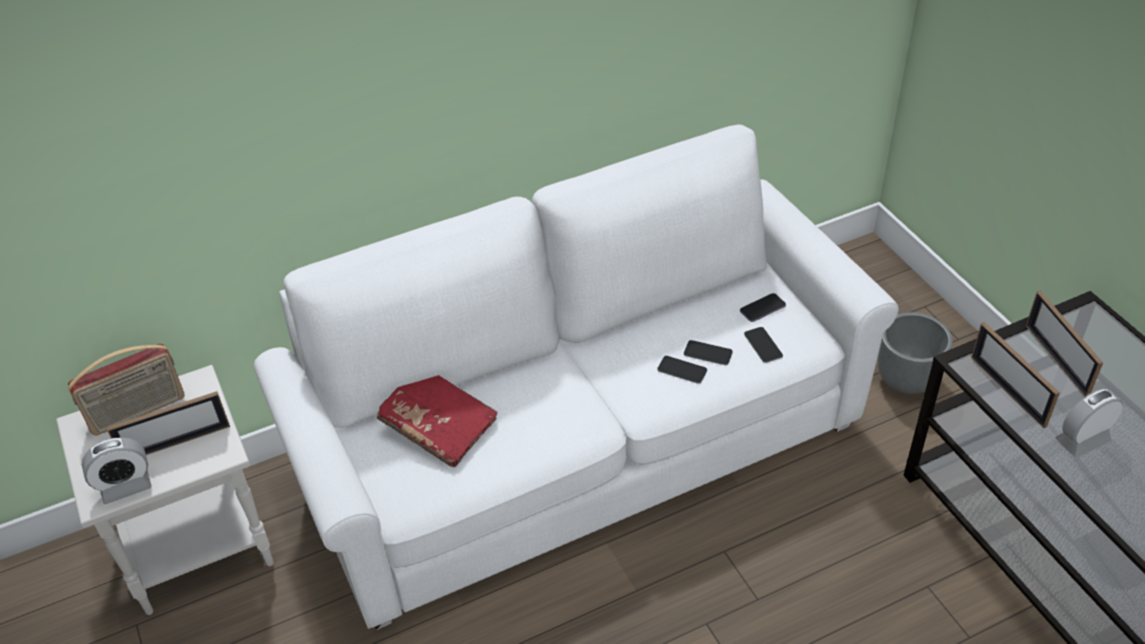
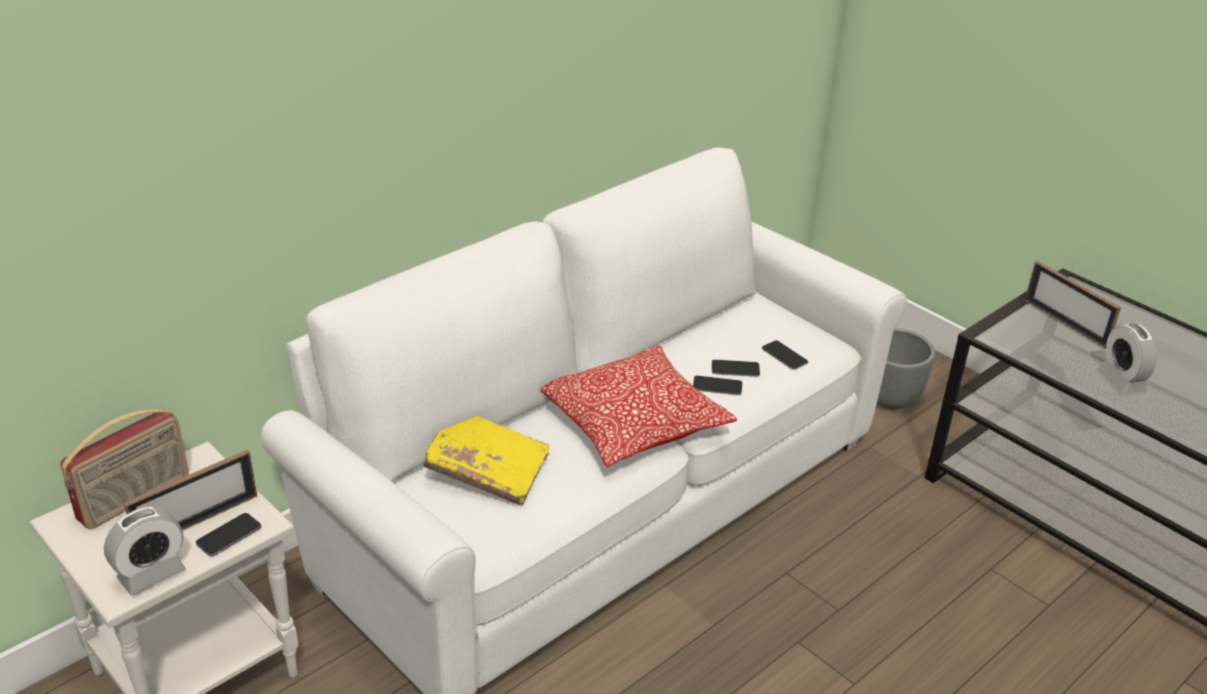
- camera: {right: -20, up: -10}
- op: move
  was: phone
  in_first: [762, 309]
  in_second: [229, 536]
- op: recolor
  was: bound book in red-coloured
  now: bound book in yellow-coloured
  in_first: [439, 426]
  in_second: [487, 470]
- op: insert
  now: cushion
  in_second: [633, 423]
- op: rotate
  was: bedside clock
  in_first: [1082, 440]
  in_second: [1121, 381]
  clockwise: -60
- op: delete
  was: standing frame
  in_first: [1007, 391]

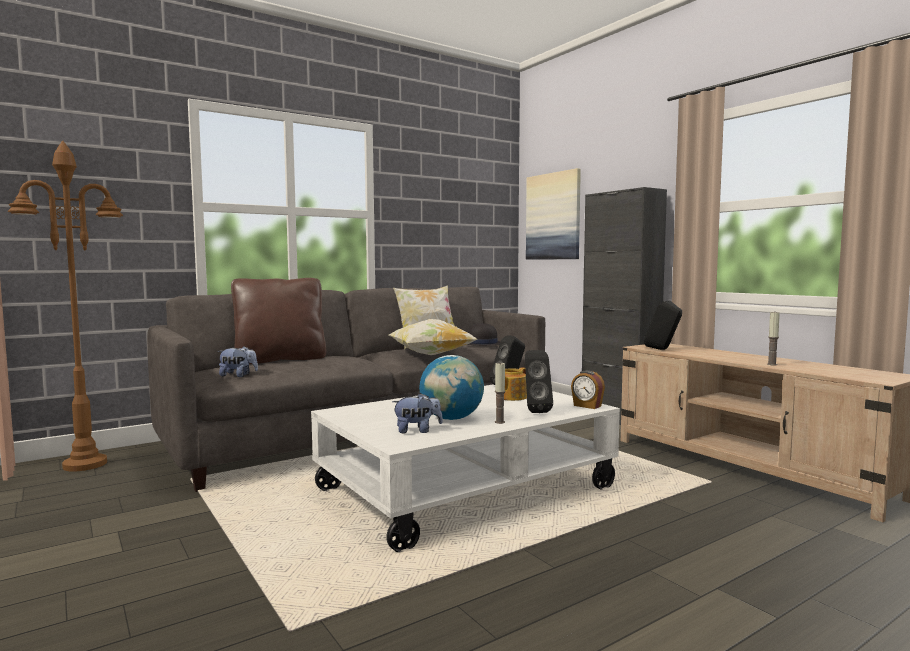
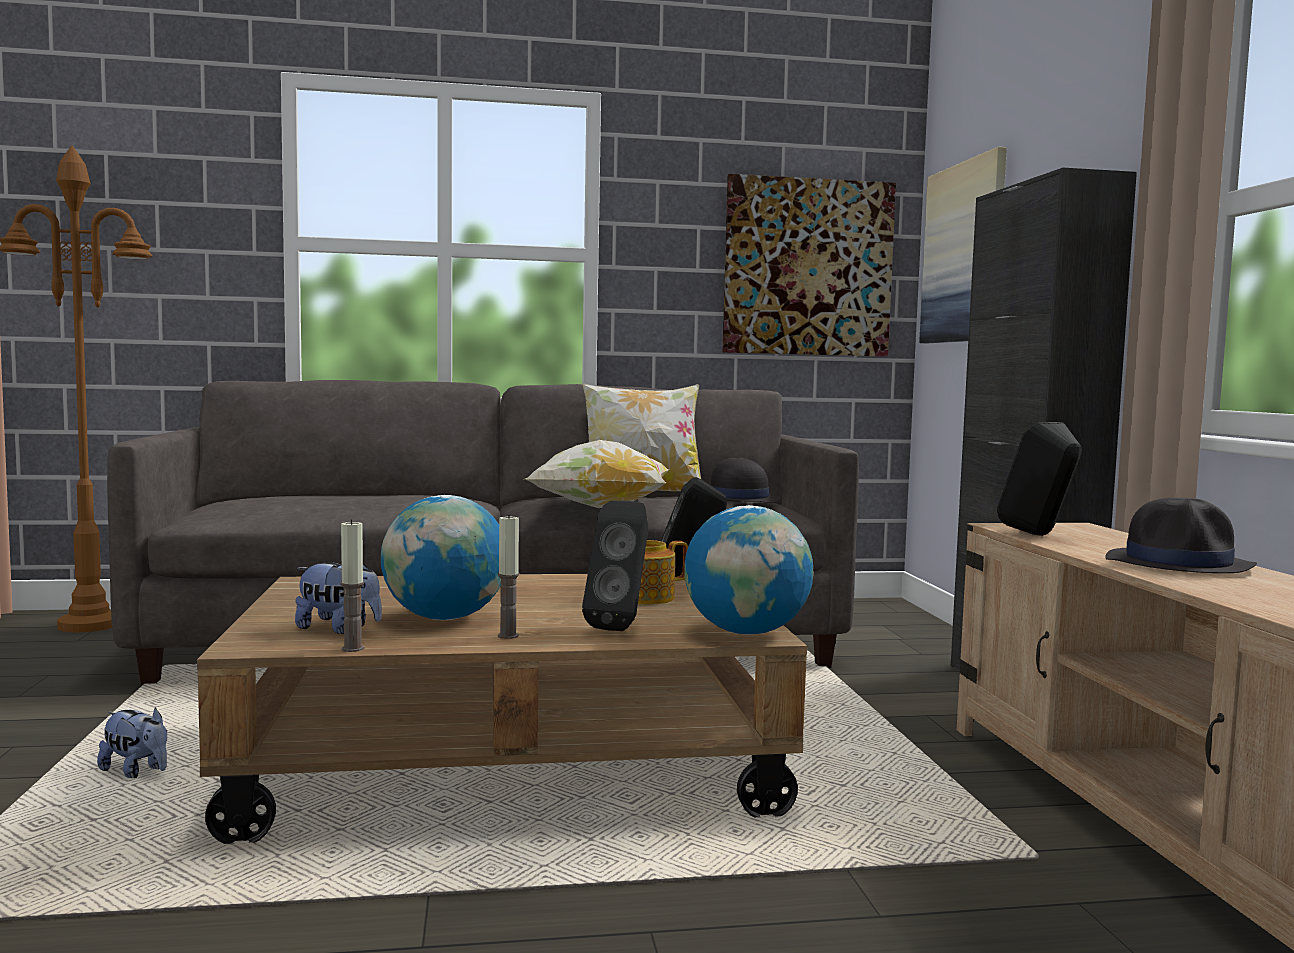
- camera: {right: 25, up: 0}
- op: move
  was: soft toy
  in_first: [238, 376]
  in_second: [137, 772]
- op: recolor
  was: low table in white
  now: low table in brownish
  in_first: [465, 489]
  in_second: [511, 761]
- op: move
  was: wax candle
  in_first: [772, 364]
  in_second: [352, 648]
- op: replace
  was: bedside clock
  now: globe
  in_first: [587, 406]
  in_second: [746, 632]
- op: insert
  now: wall picture
  in_second: [808, 267]
- op: insert
  now: hat in black
  in_second: [1179, 564]
- op: delete
  was: cushion in brownish
  in_first: [280, 360]

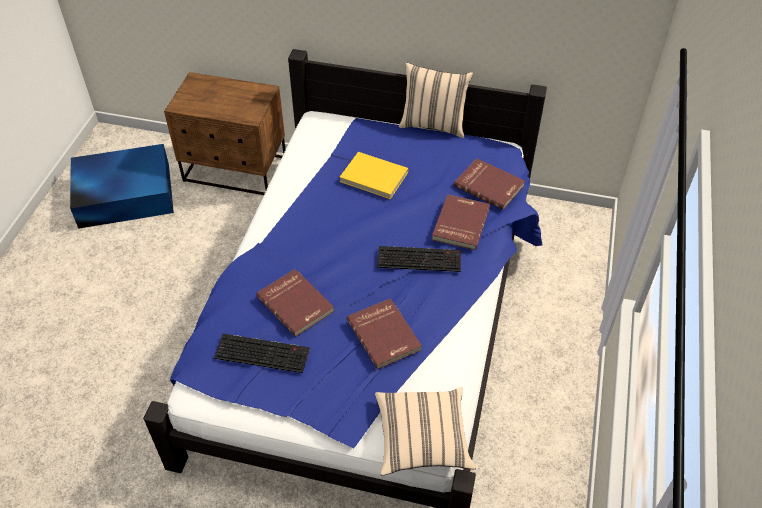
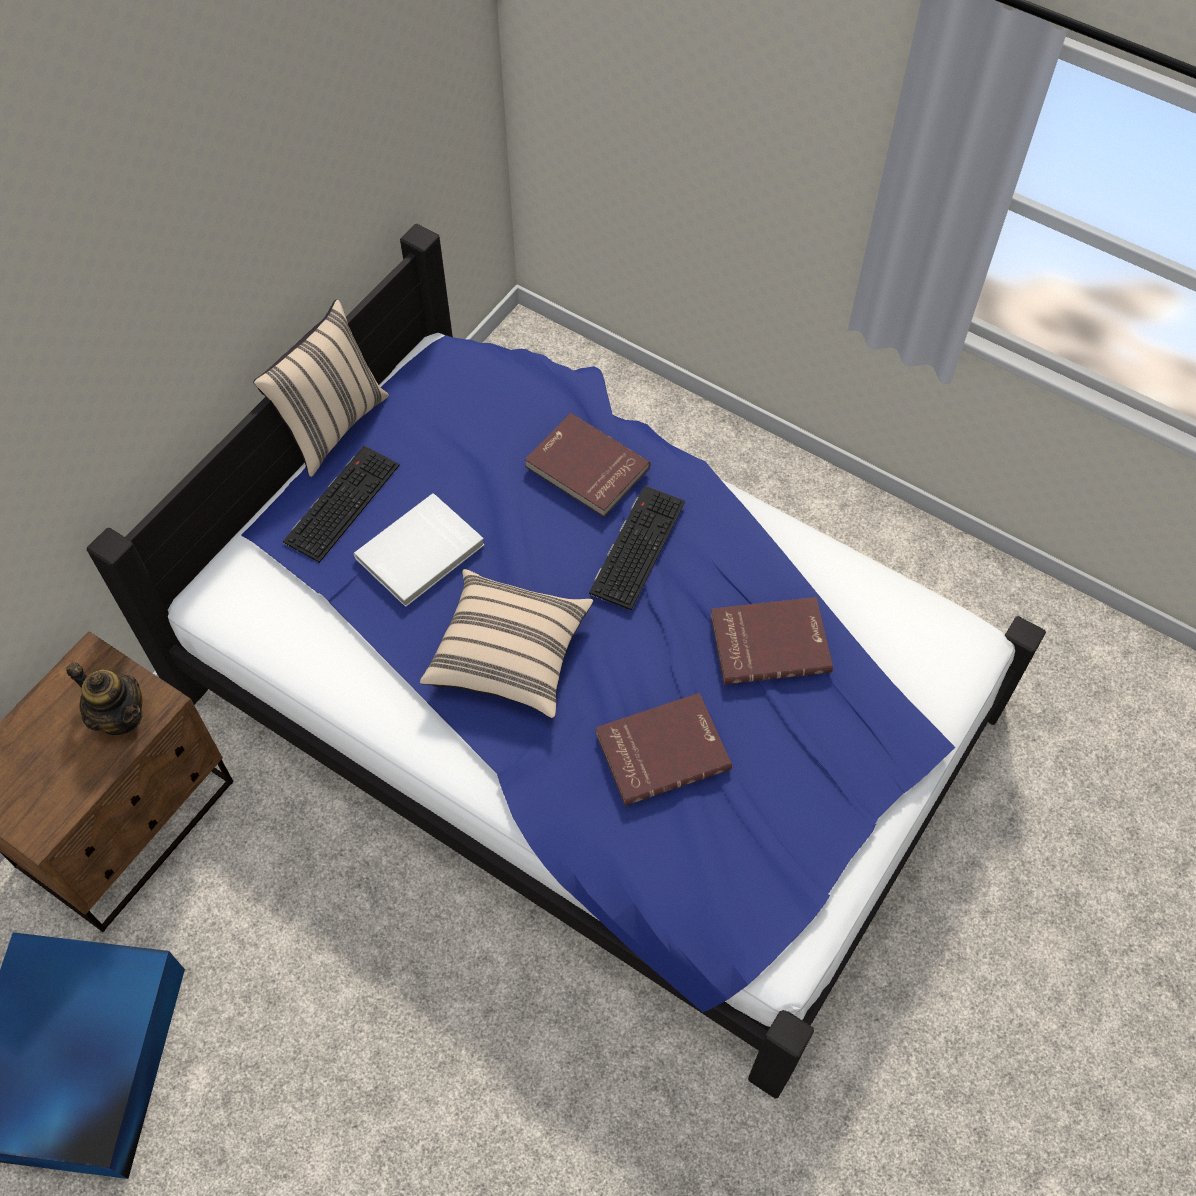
- camera: {right: -70, up: 10}
- op: insert
  now: tea pot
  in_second: [120, 716]
- op: move
  was: keyboard
  in_first: [263, 352]
  in_second: [341, 501]
- op: recolor
  was: bound book in yellow-coloured
  now: bound book in white
  in_first: [373, 178]
  in_second: [421, 553]
- op: move
  was: cushion in beige
  in_first: [422, 439]
  in_second: [509, 655]
- op: delete
  was: bound book in red-coloured
  in_first: [489, 185]

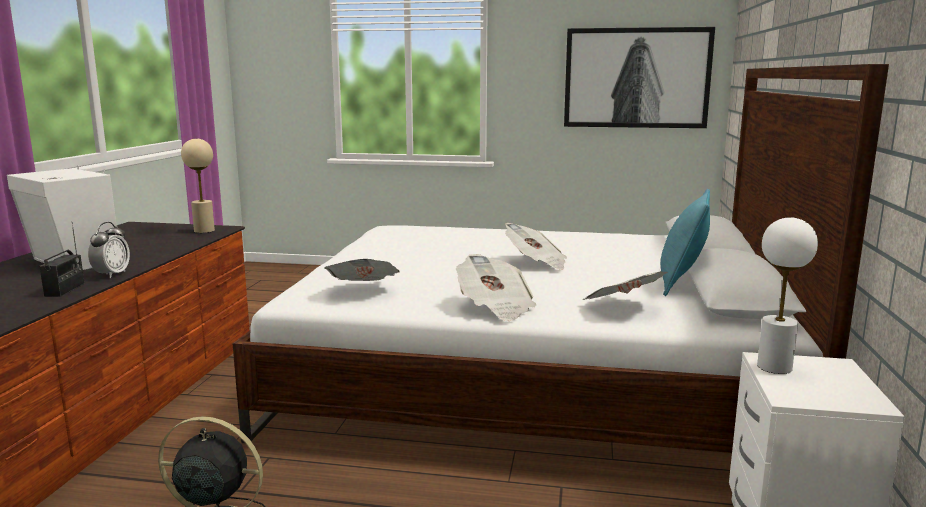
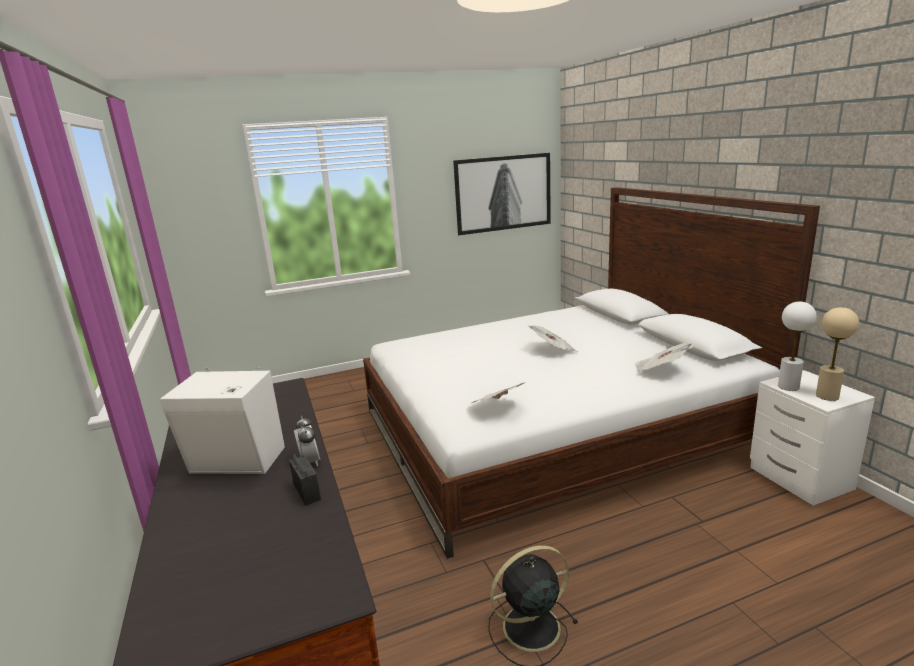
- camera: {right: -30, up: 5}
- op: move
  was: table lamp in beige
  in_first: [204, 231]
  in_second: [827, 396]
- op: delete
  was: printed paper
  in_first: [495, 308]
- op: delete
  was: cushion in turquoise
  in_first: [681, 283]

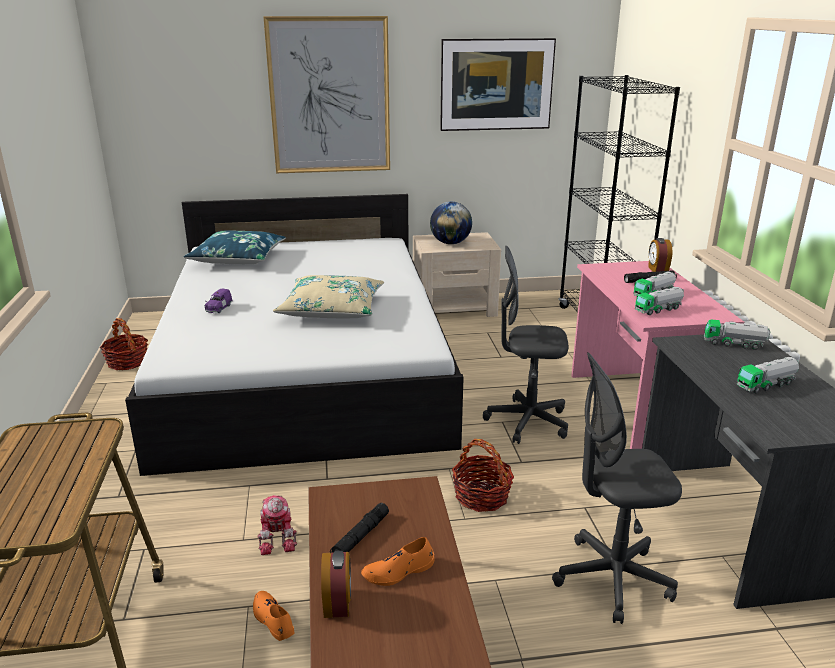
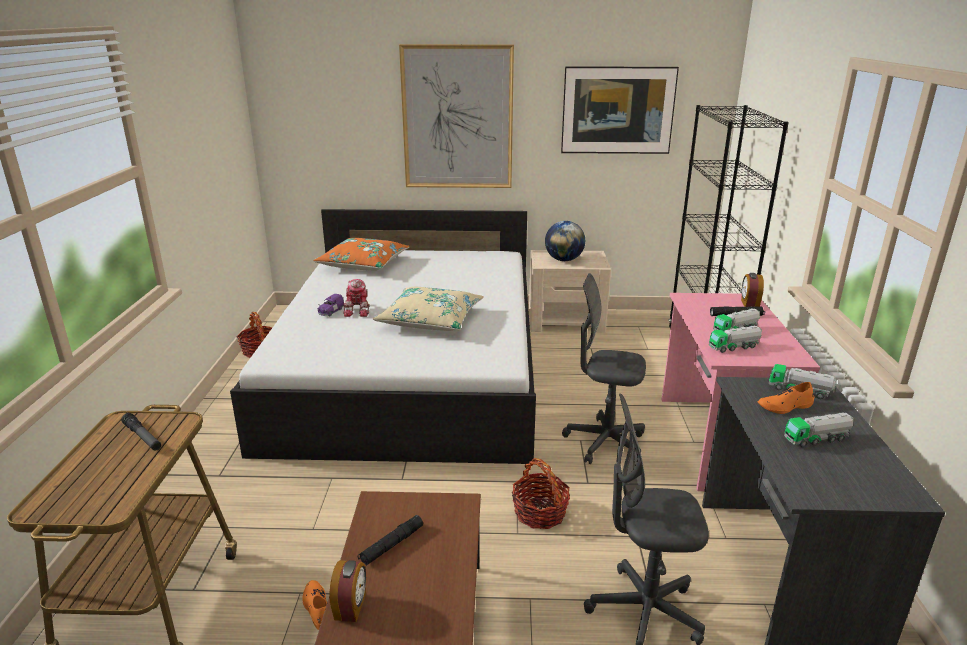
- camera: {right: 10, up: 0}
- op: insert
  now: hand torch
  in_second: [143, 437]
- op: recolor
  was: cushion in blue
  now: cushion in orangey
  in_first: [238, 258]
  in_second: [363, 264]
- op: move
  was: toy robot
  in_first: [279, 537]
  in_second: [359, 310]
- op: move
  was: low shoe in orangey
  in_first: [398, 571]
  in_second: [785, 406]

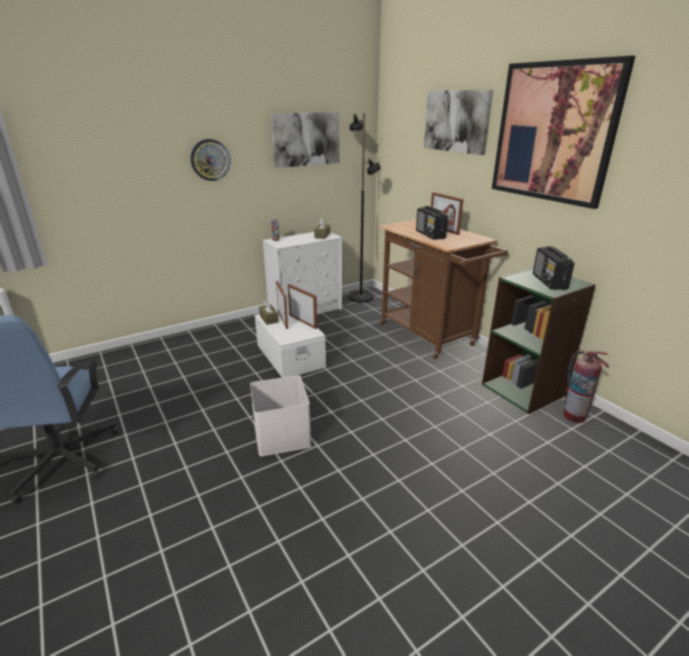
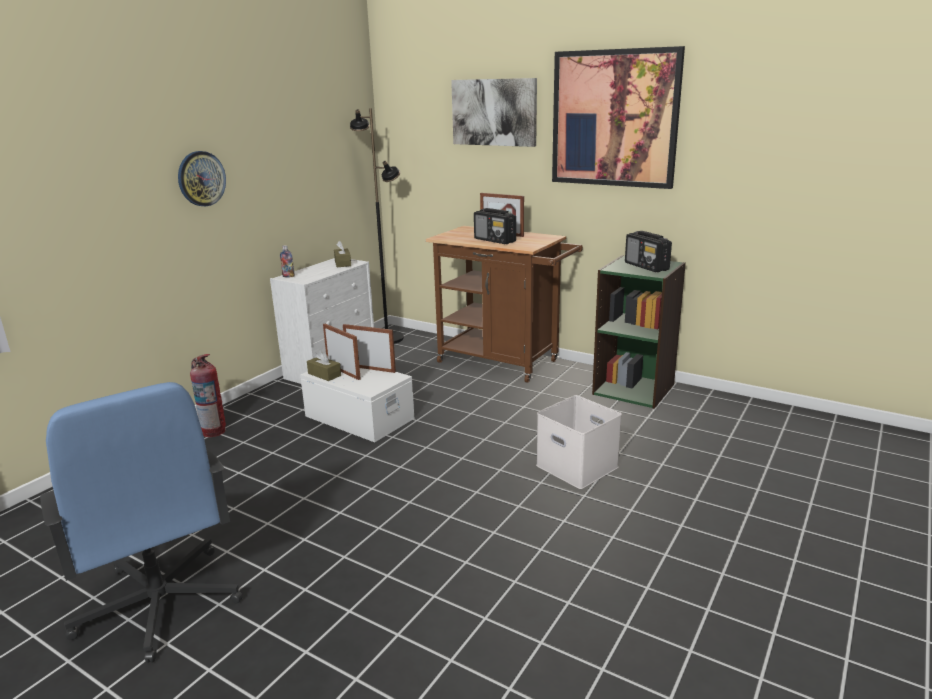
- camera: {right: -25, up: -5}
- op: move
  was: fire-fighting cylinder
  in_first: [574, 415]
  in_second: [214, 431]
- op: move
  was: storage container in white
  in_first: [283, 435]
  in_second: [579, 466]
- op: delete
  was: wall picture
  in_first: [305, 139]

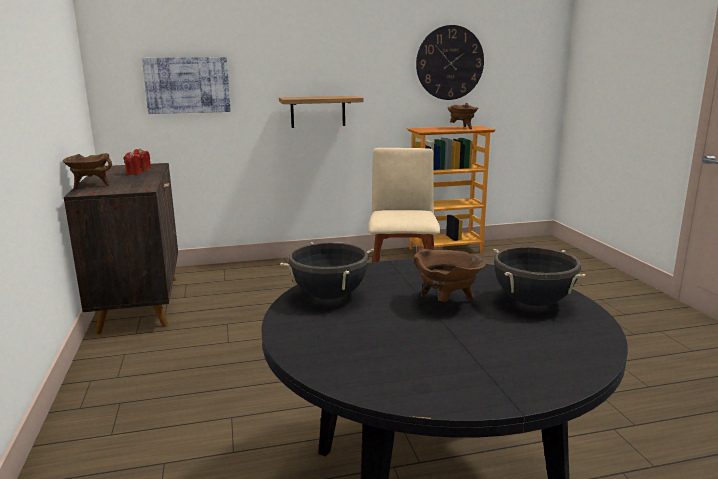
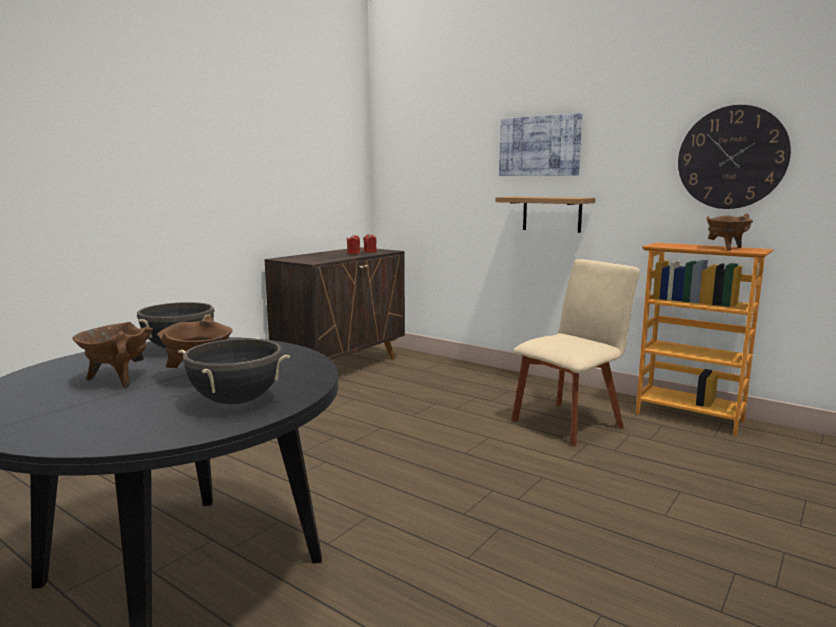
- camera: {right: 50, up: -5}
- op: move
  was: stockpot in brownish
  in_first: [90, 186]
  in_second: [118, 379]
- op: move
  was: wall picture
  in_first: [187, 85]
  in_second: [539, 146]

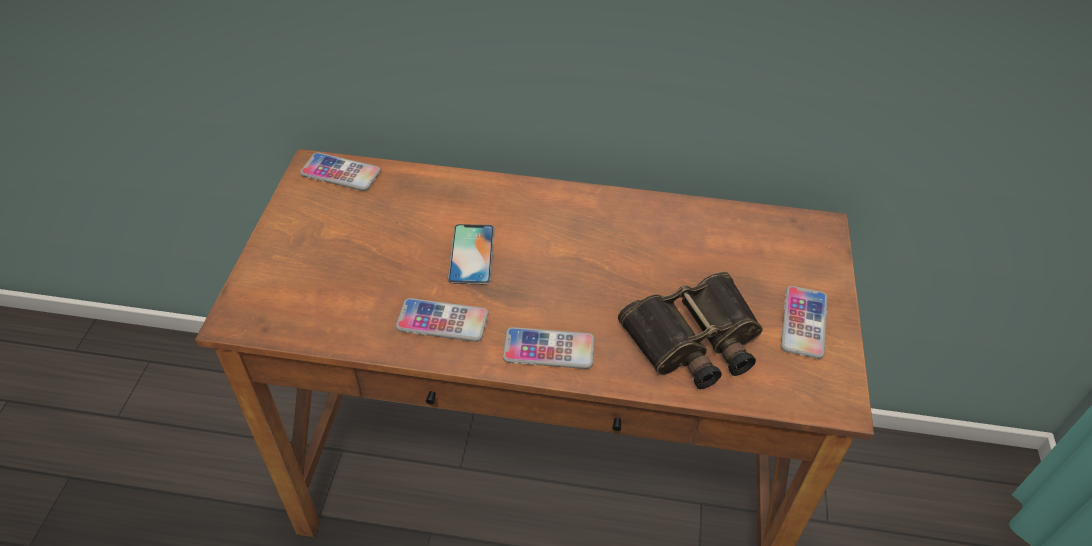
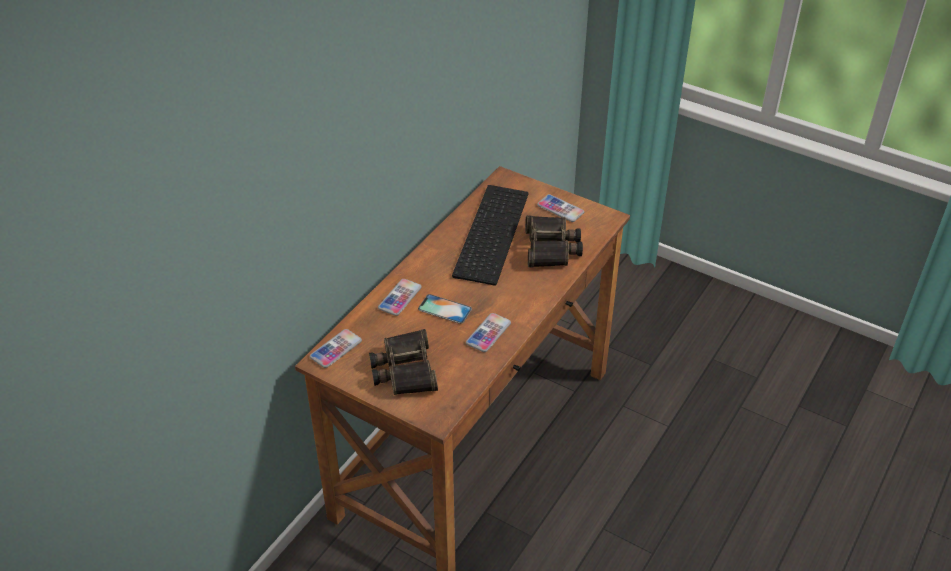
- camera: {right: -65, up: -5}
- op: insert
  now: binoculars
  in_second: [403, 369]
- op: move
  was: phone
  in_first: [548, 349]
  in_second: [400, 298]
- op: insert
  now: keyboard
  in_second: [489, 232]

